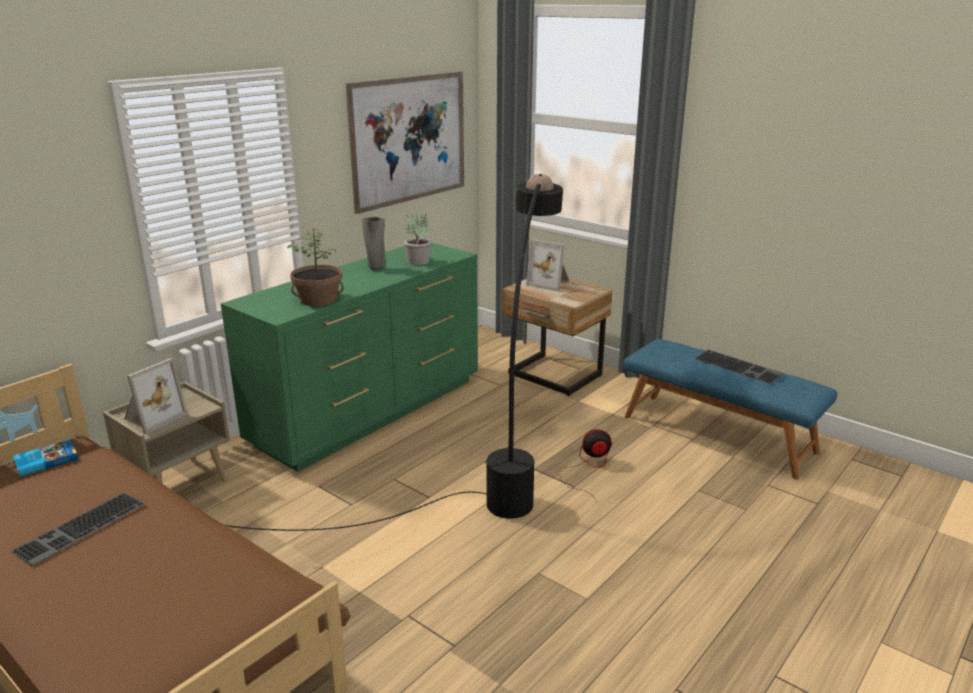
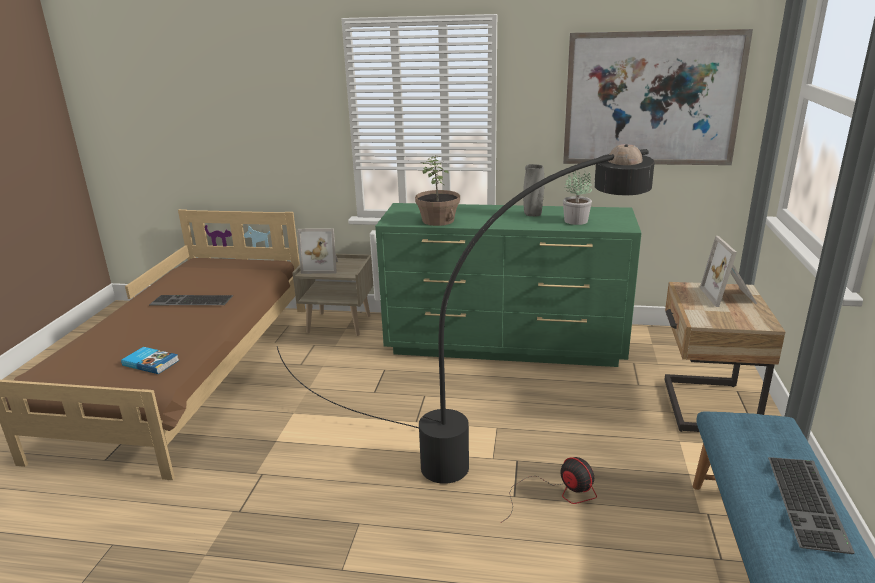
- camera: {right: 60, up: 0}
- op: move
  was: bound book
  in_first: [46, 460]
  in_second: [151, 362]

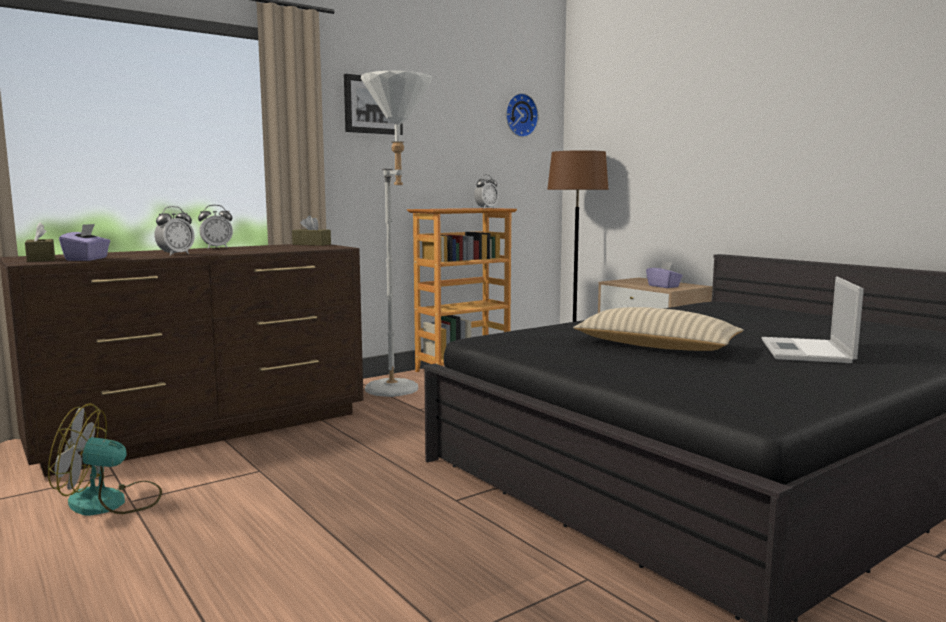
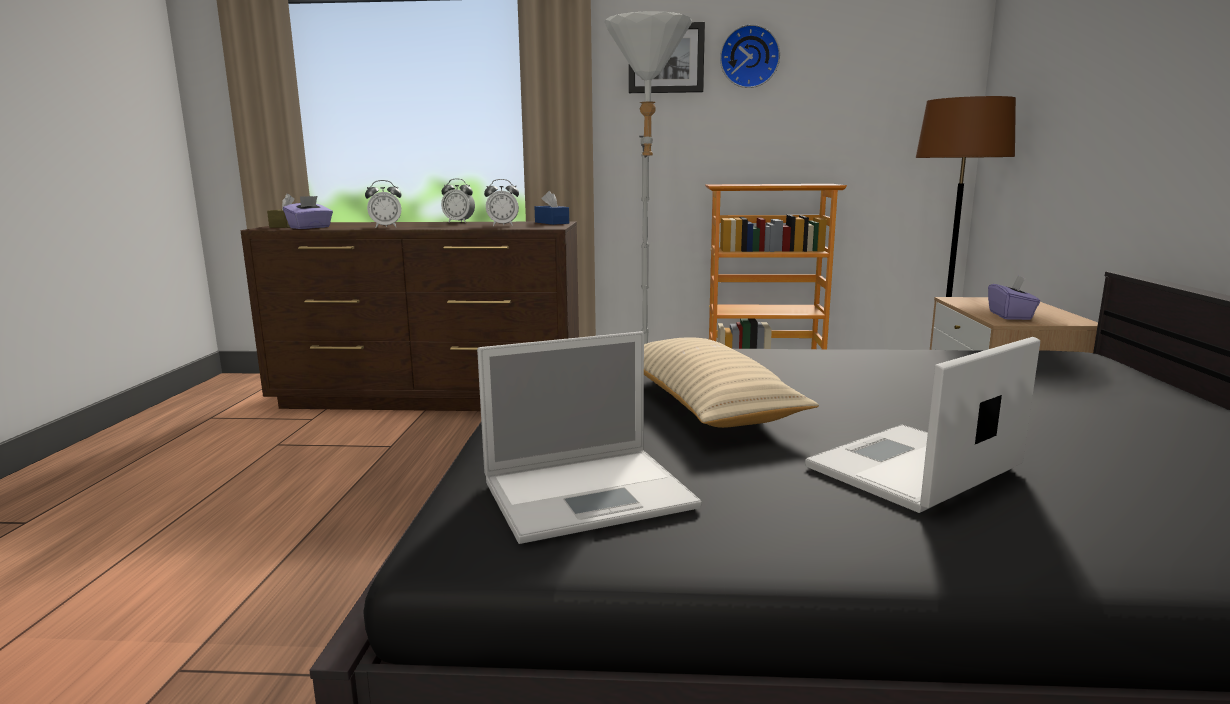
- camera: {right: 40, up: 5}
- op: insert
  now: notebook computer
  in_second: [591, 493]
- op: move
  was: bedside clock
  in_first: [486, 208]
  in_second: [503, 225]
- op: recolor
  was: box of tissues in brownish
  now: box of tissues in blue
  in_first: [311, 244]
  in_second: [552, 223]
- op: move
  was: clock on the wall
  in_first: [519, 115]
  in_second: [749, 57]
- op: delete
  was: cooling fan
  in_first: [111, 502]

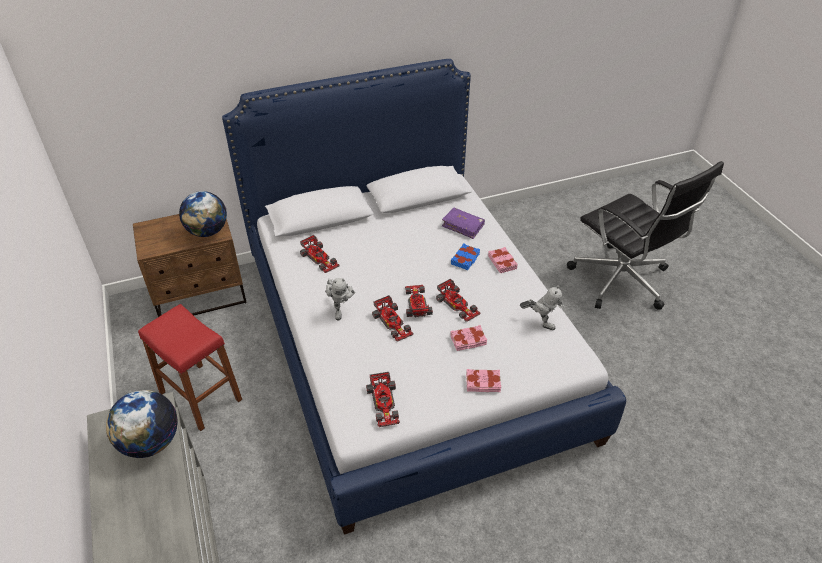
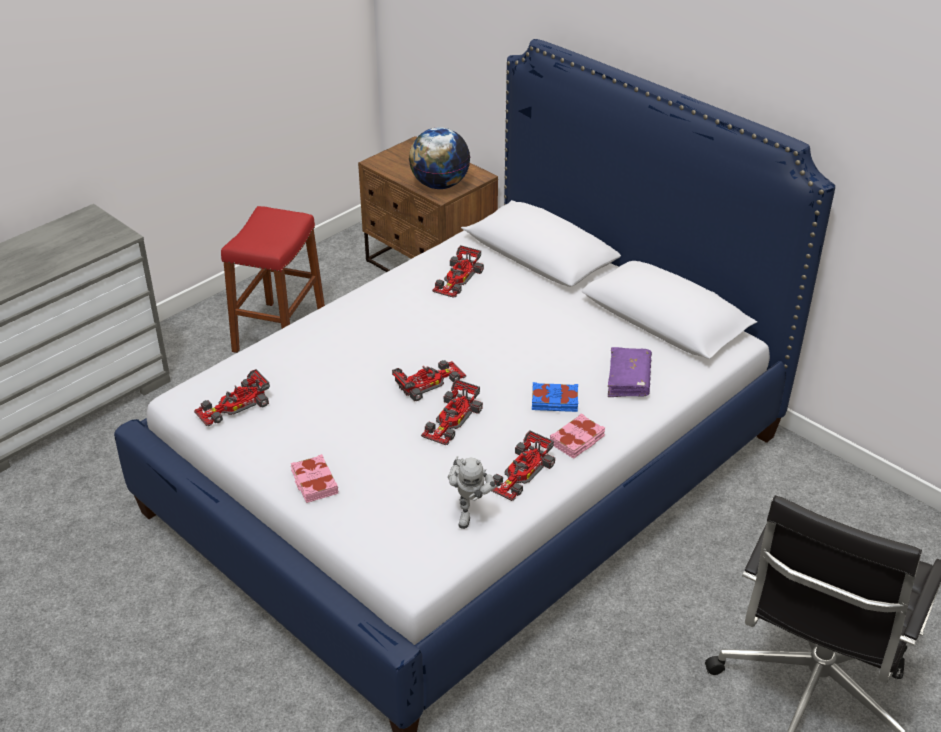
- camera: {right: 65, up: -5}
- op: move
  was: model car
  in_first: [393, 323]
  in_second: [521, 473]
- op: delete
  was: globe
  in_first: [150, 442]
- op: delete
  was: toy robot
  in_first: [340, 309]
- op: delete
  was: bound book in pink
  in_first: [468, 340]

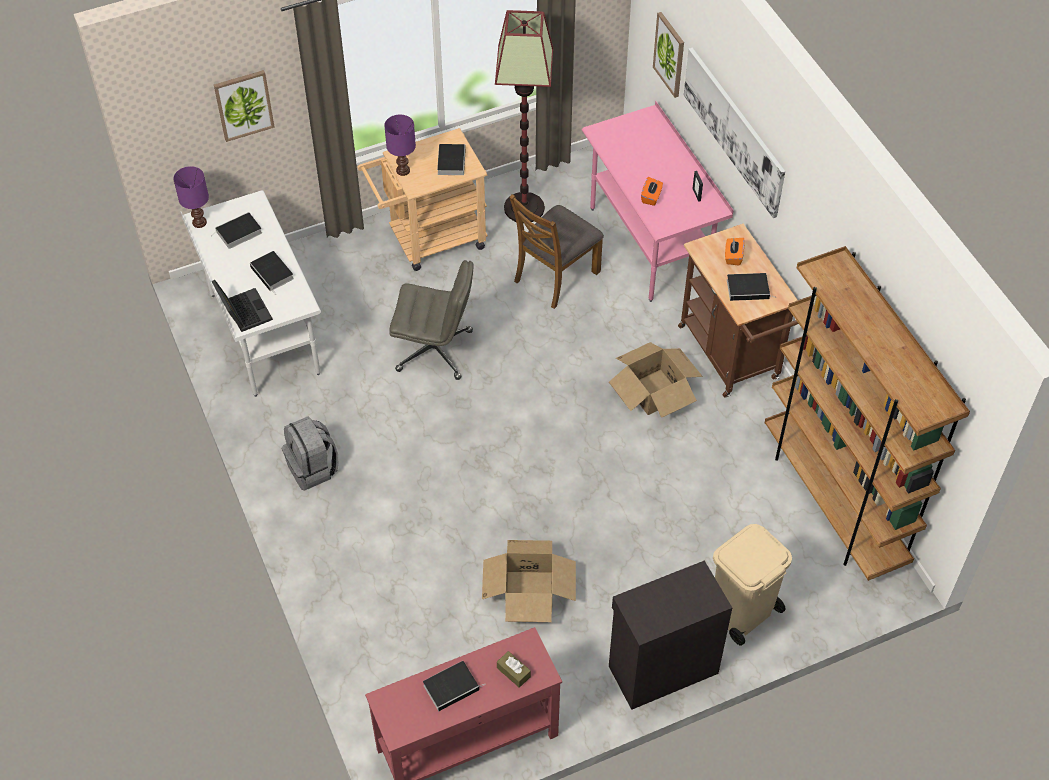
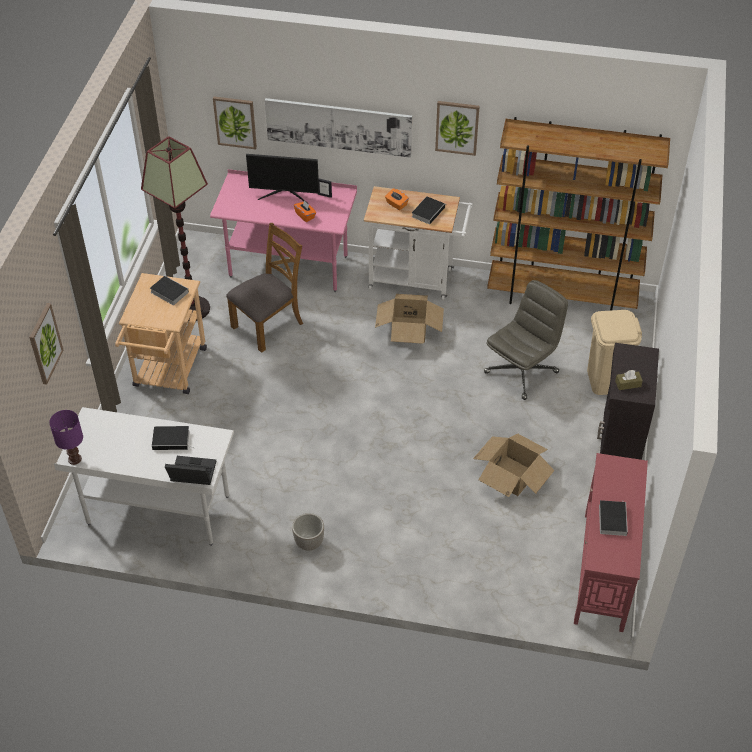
- camera: {right: -55, up: -5}
- op: rotate
  was: chair in brownish
  in_first: [555, 276]
  in_second: [268, 325]
  clockwise: -120
- op: insert
  now: computer display
  in_second: [285, 194]
- op: replace
  was: backpack in gray
  now: flower pot
  in_first: [313, 468]
  in_second: [309, 542]
- op: recolor
  was: cart in brownish
  now: cart in white
  in_first: [732, 357]
  in_second: [416, 279]
- op: insert
  now: wall picture
  in_second: [457, 127]
- op: move
  was: computer chair in gray
  in_first: [435, 351]
  in_second: [521, 371]
- op: move
  was: box of tissues in brownish
  in_first: [513, 672]
  in_second: [628, 384]
- op: delete
  was: bound book
  in_first: [238, 233]
- op: delete
  was: table lamp in purplish
  in_first: [402, 170]

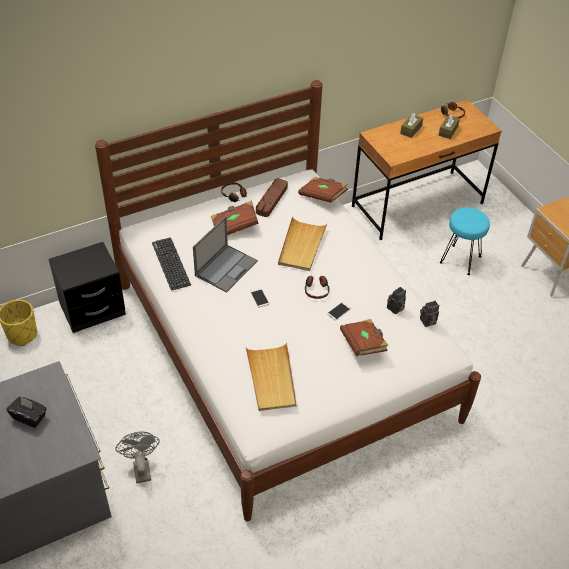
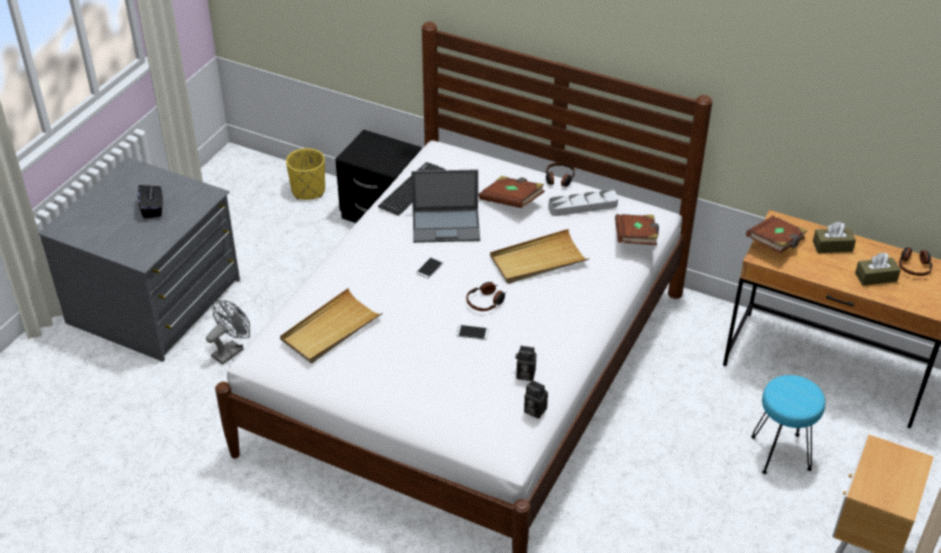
- camera: {right: 55, up: -5}
- op: recolor
  was: serving tray in brownish
  now: serving tray in gray
  in_first: [271, 200]
  in_second: [582, 206]
- op: move
  was: bound book in brownish
  in_first: [363, 344]
  in_second: [775, 244]

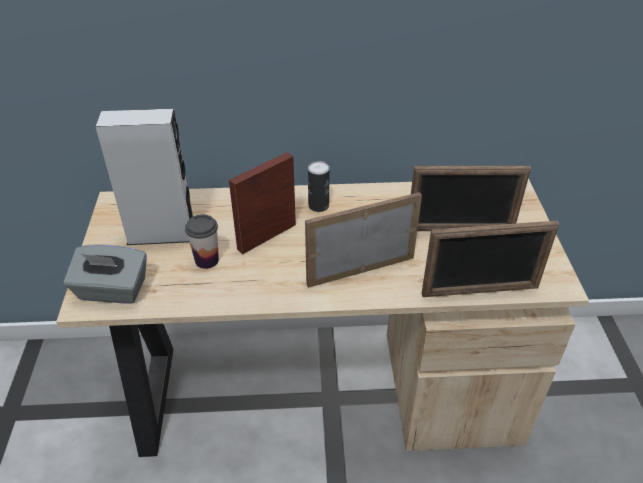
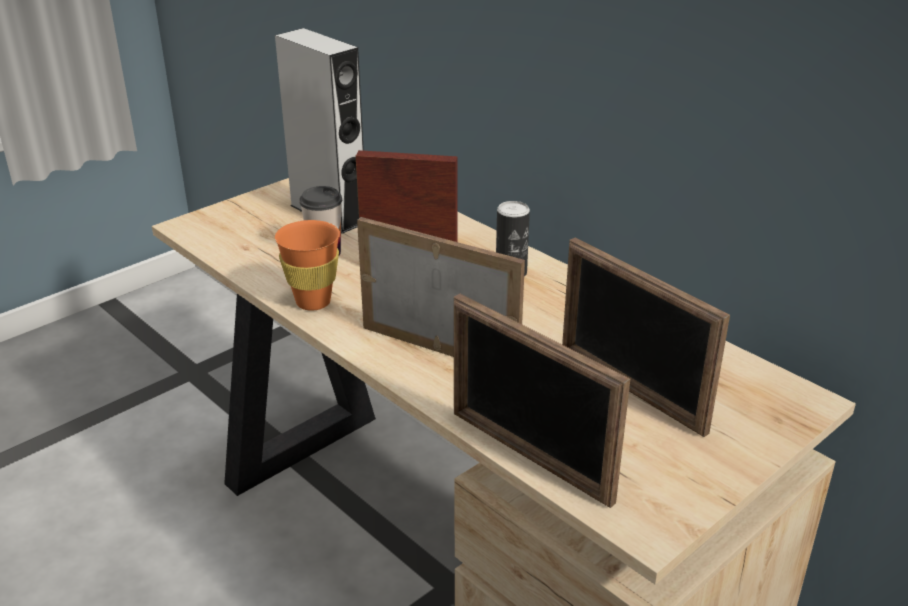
- camera: {right: 50, up: -10}
- op: insert
  now: cup in orangey
  in_second: [313, 302]
- op: delete
  was: box of tissues in gray
  in_first: [112, 290]

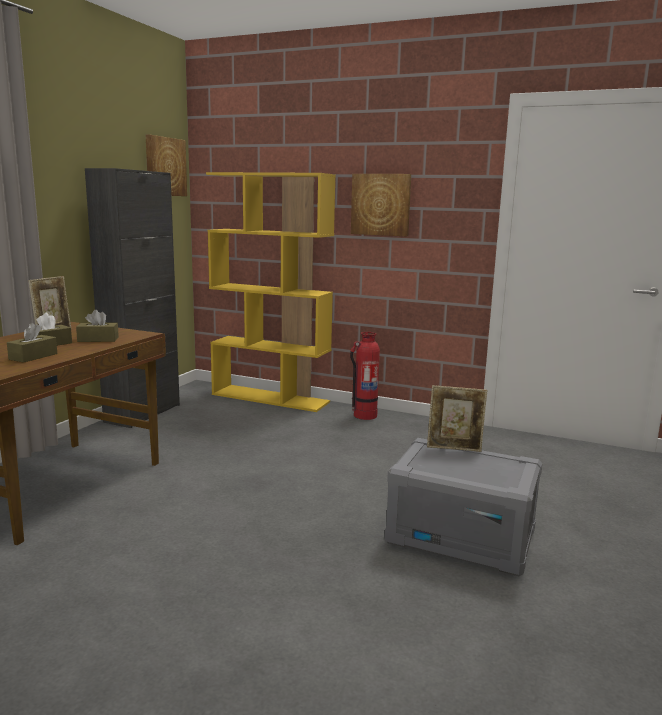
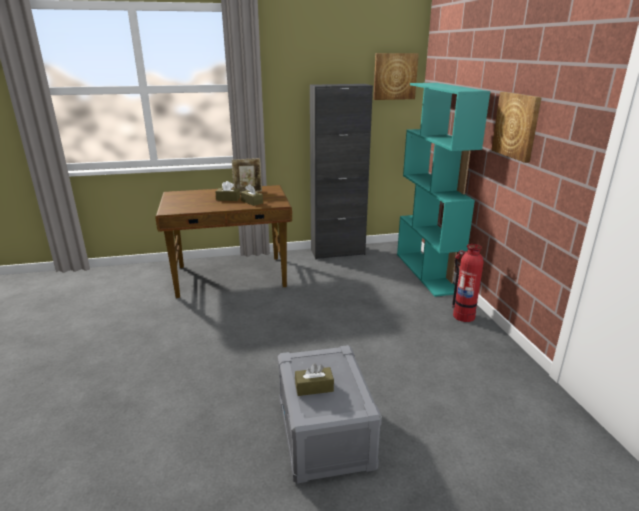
- camera: {right: 55, up: 10}
- op: move
  was: box of tissues in brownish
  in_first: [33, 356]
  in_second: [314, 387]
- op: recolor
  was: shelving unit in yellow-coloured
  now: shelving unit in turquoise
  in_first: [271, 398]
  in_second: [427, 272]
- op: delete
  was: standing frame
  in_first: [454, 448]

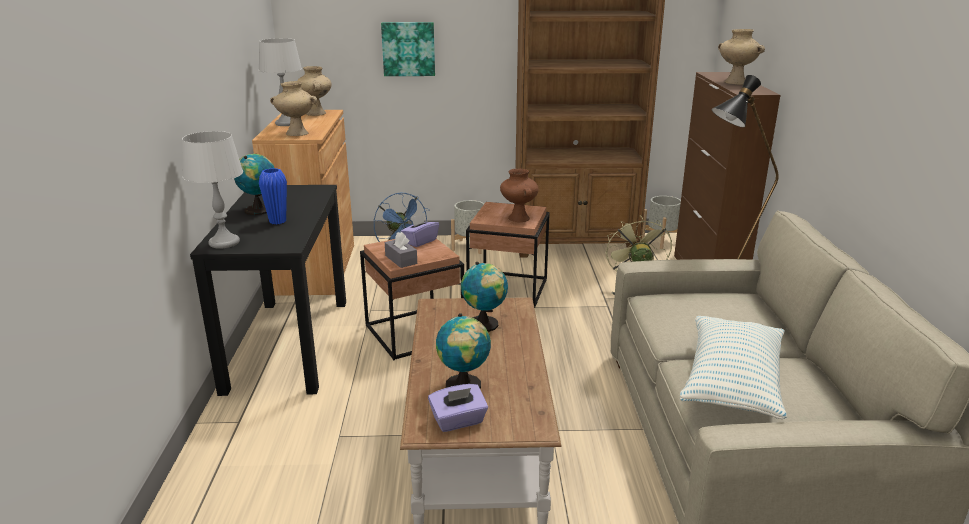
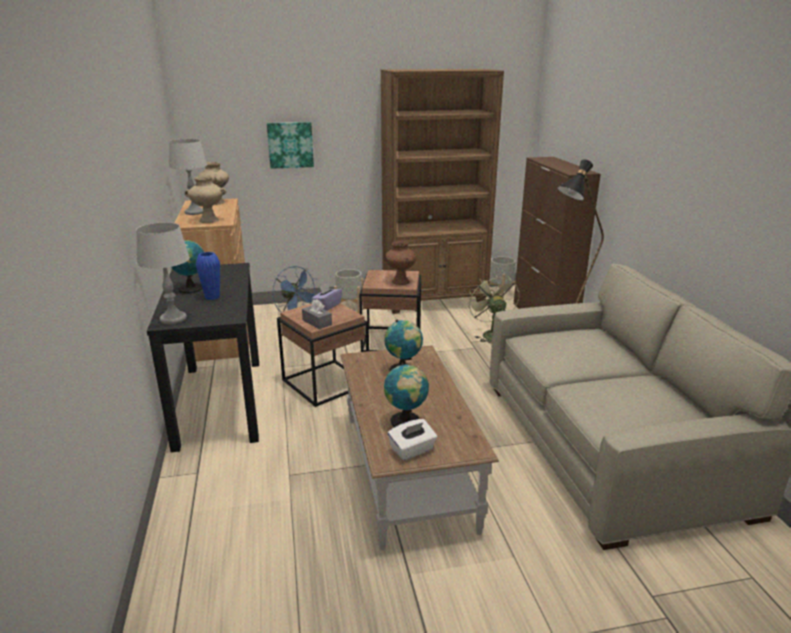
- camera: {right: -10, up: 0}
- op: recolor
  was: box of tissues in purplish
  now: box of tissues in white
  in_first: [458, 421]
  in_second: [412, 450]
- op: delete
  was: cushion
  in_first: [732, 383]
- op: delete
  was: decorative vase in beige
  in_first: [735, 82]

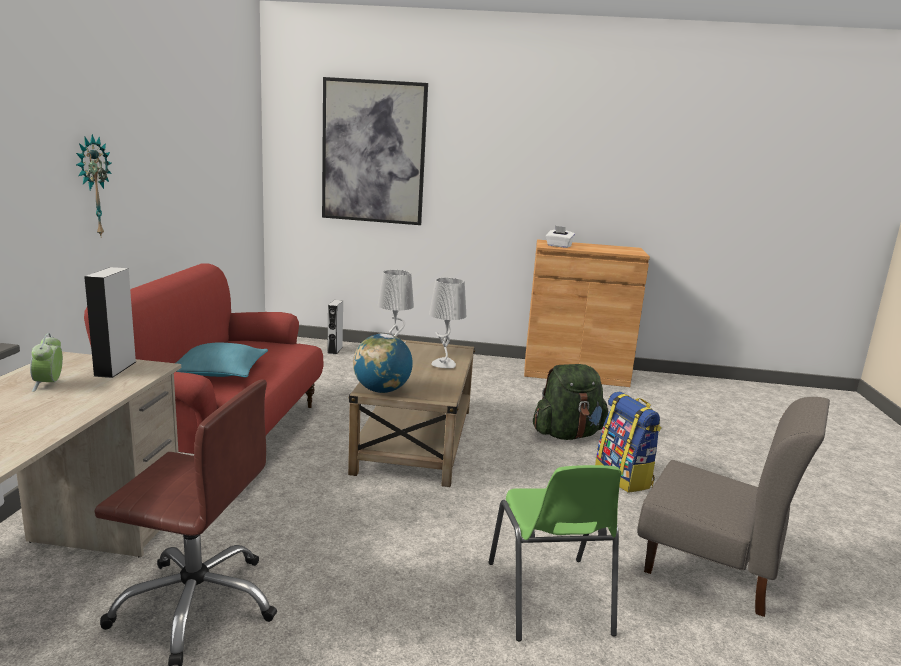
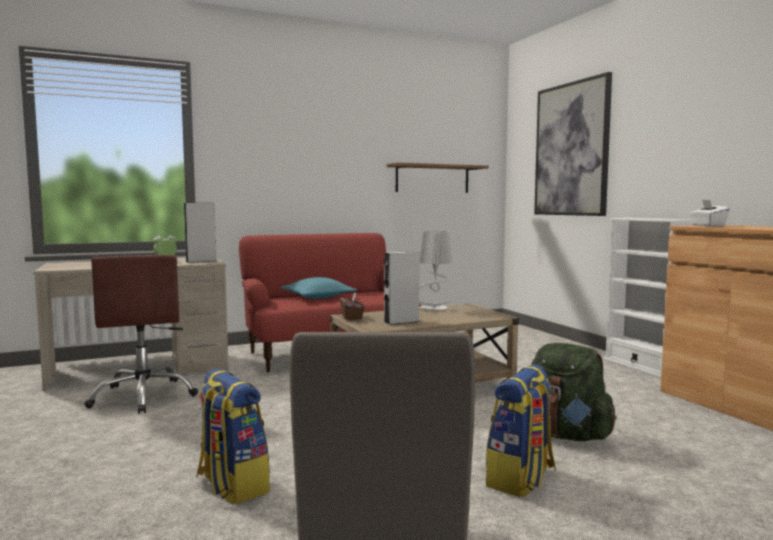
- camera: {right: 60, up: -10}
- op: replace
  was: chair in greenish
  now: backpack
  in_first: [549, 599]
  in_second: [232, 485]
- op: replace
  was: globe
  now: box of tissues in brownish
  in_first: [382, 390]
  in_second: [352, 317]
- op: move
  was: loudspeaker in gray
  in_first: [335, 350]
  in_second: [401, 322]
- op: insert
  now: wall shelf
  in_second: [432, 179]
- op: insert
  now: shelving unit in white
  in_second: [641, 367]
- op: delete
  was: clock on the wall
  in_first: [92, 186]
- op: delete
  was: table lamp in gray
  in_first: [443, 364]

